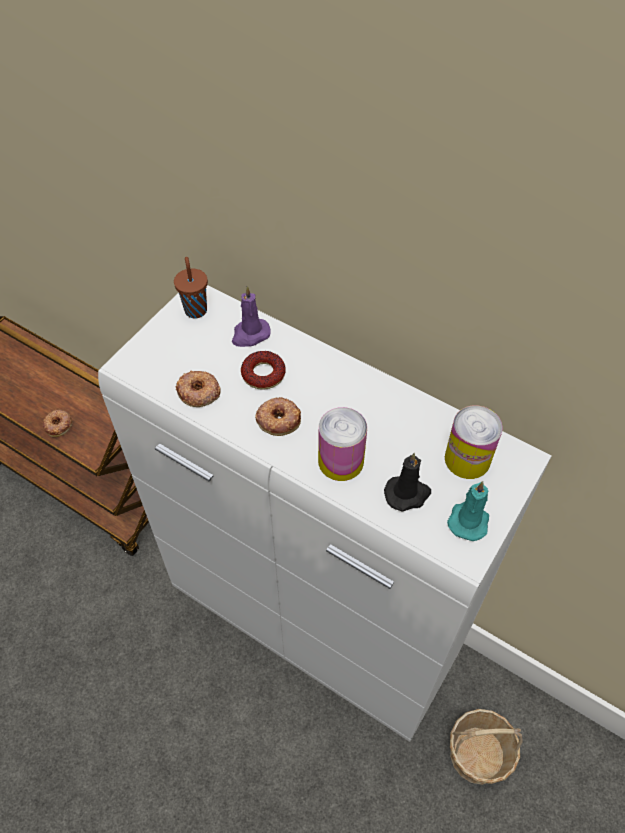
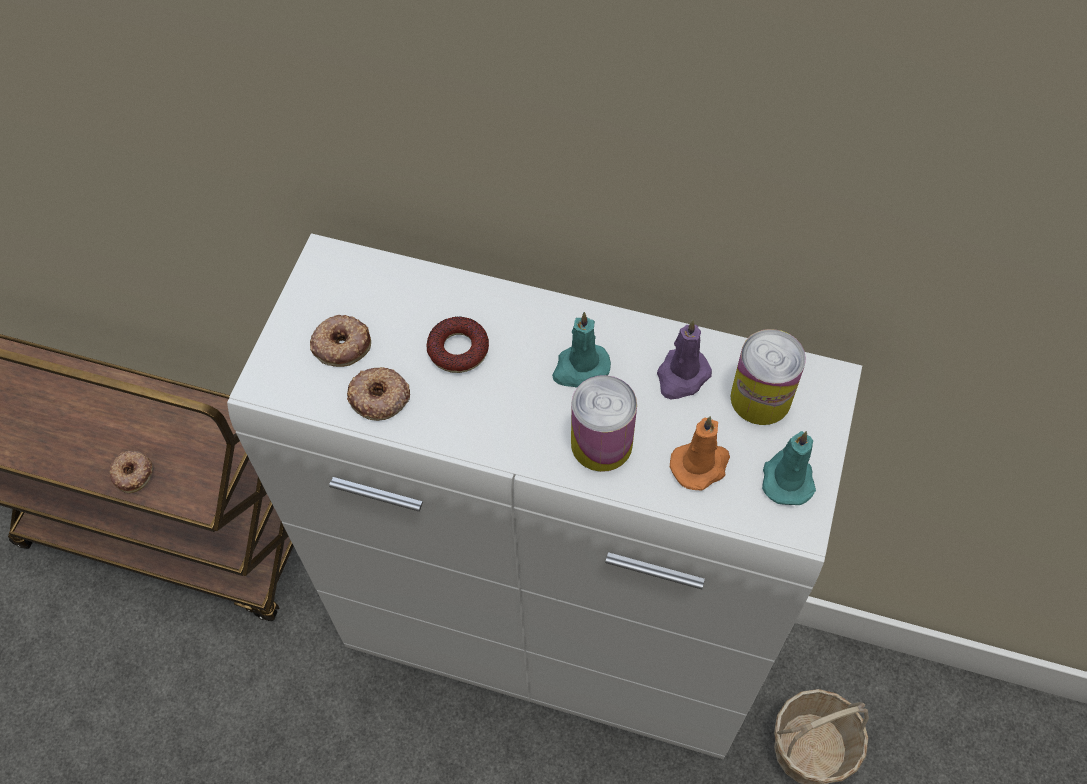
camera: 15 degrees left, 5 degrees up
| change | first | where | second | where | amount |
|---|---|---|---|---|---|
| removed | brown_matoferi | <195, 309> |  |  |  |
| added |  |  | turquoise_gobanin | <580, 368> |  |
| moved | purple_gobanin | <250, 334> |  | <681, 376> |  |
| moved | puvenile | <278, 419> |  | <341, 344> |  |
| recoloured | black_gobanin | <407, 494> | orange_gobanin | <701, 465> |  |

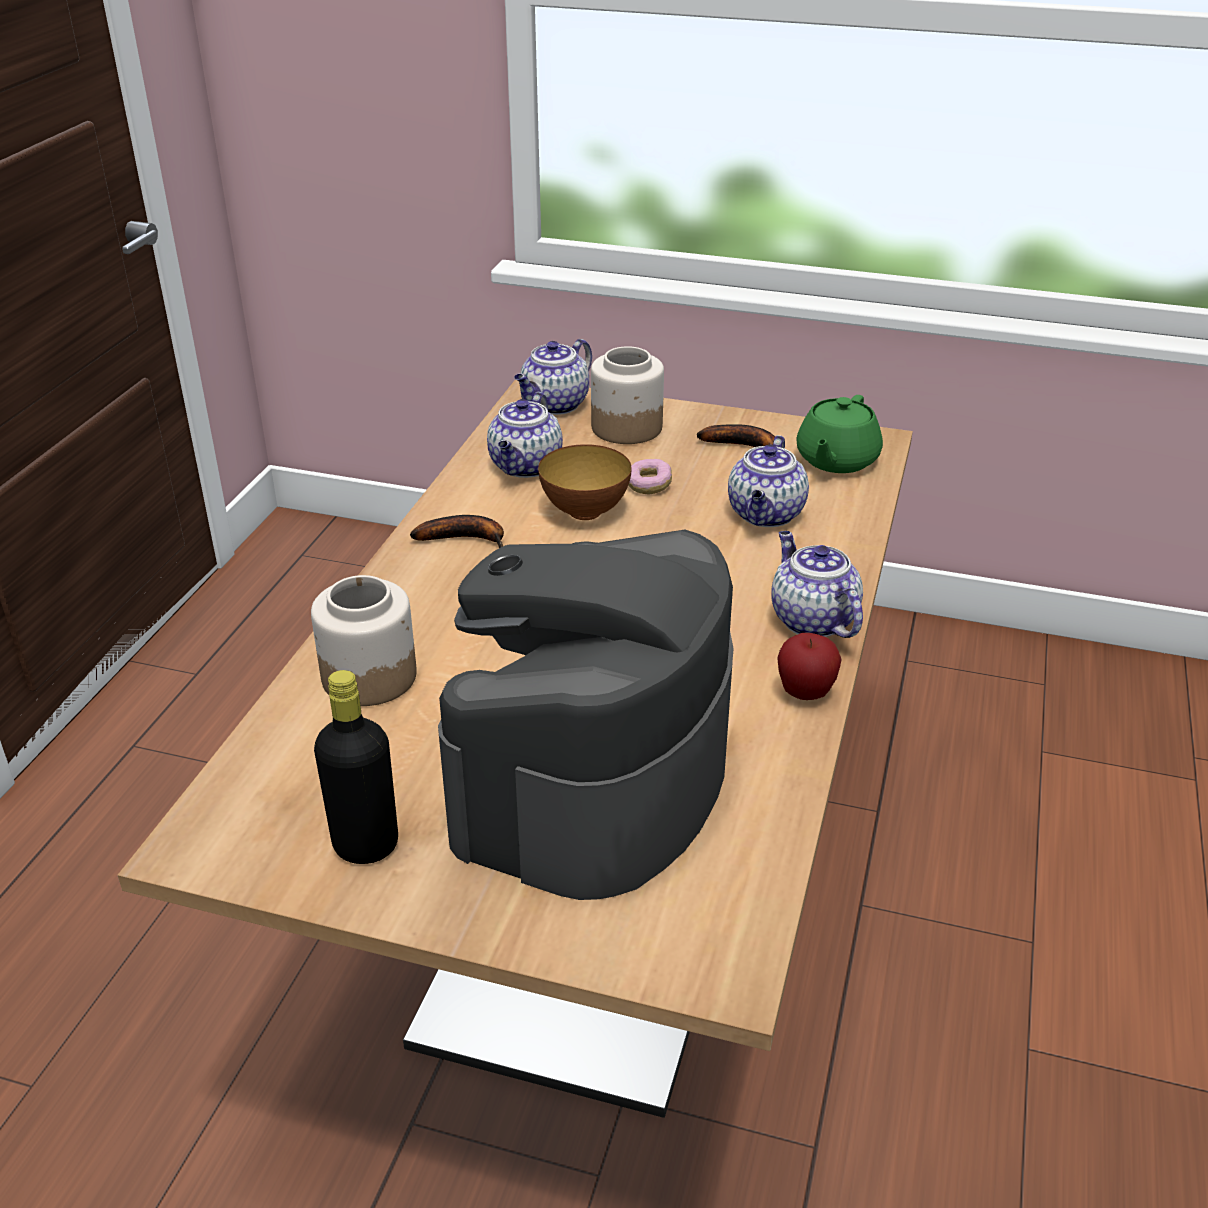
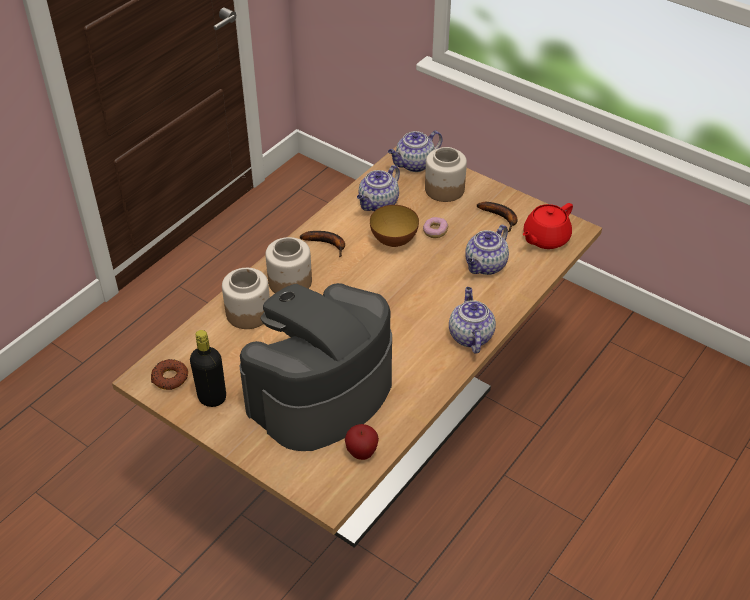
camera: 20 degrees right, 10 degrees up
| change | first | where | second | where | amount |
|---|---|---|---|---|---|
| added |  |  | puvenile | <170, 378> |  |
| added |  |  | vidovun | <289, 282> |  |
| moved | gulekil | <805, 694> |  | <361, 453> |  |
| recoloured | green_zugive | <836, 460> | red_zugive | <545, 238> |  |

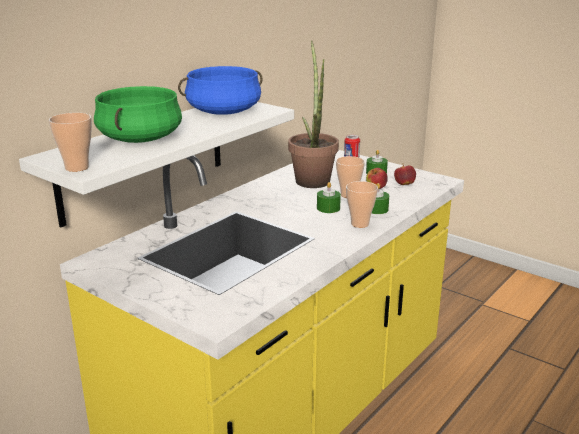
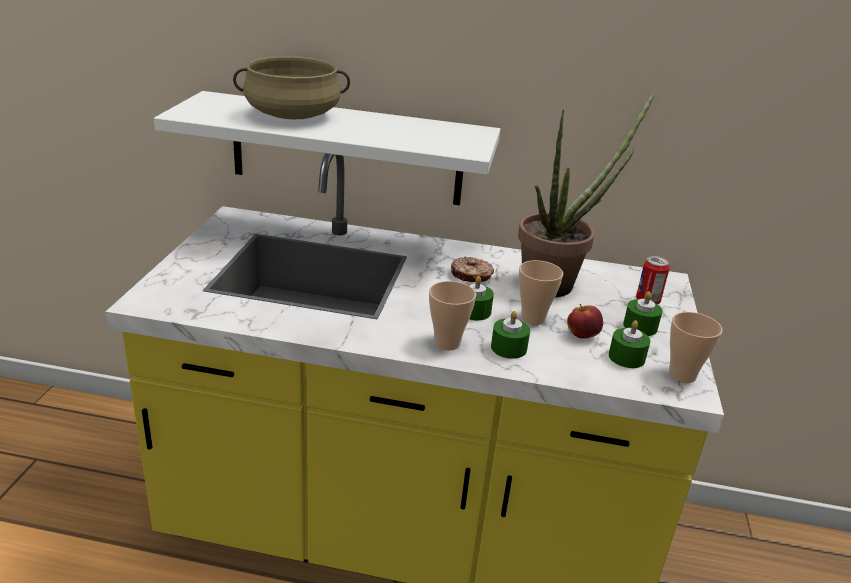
camera: 60 degrees right, 5 degrees up
| change | first | where | second | where | amount |
|---|---|---|---|---|---|
| removed | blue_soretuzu | <224, 112> |  |  |  |
| added |  |  | puvenile | <471, 276> |  |
| moved | matoferi | <77, 167> |  | <682, 375> |  |
| replaced | gulekil | <404, 184> | green_gobanin | <626, 357> |  |
| recoloured | green_soretuzu | <141, 139> | beige_soretuzu | <292, 116> |  |

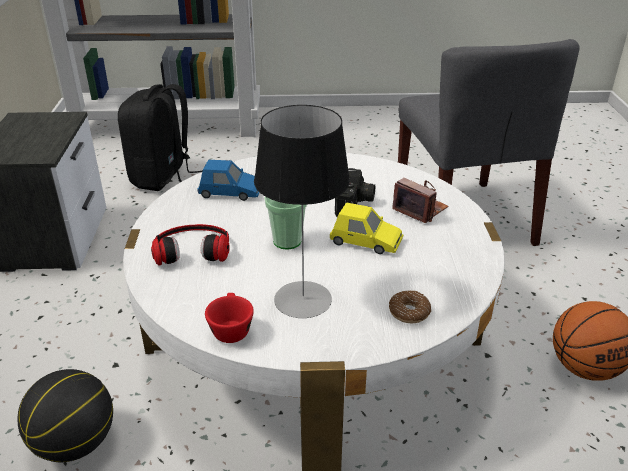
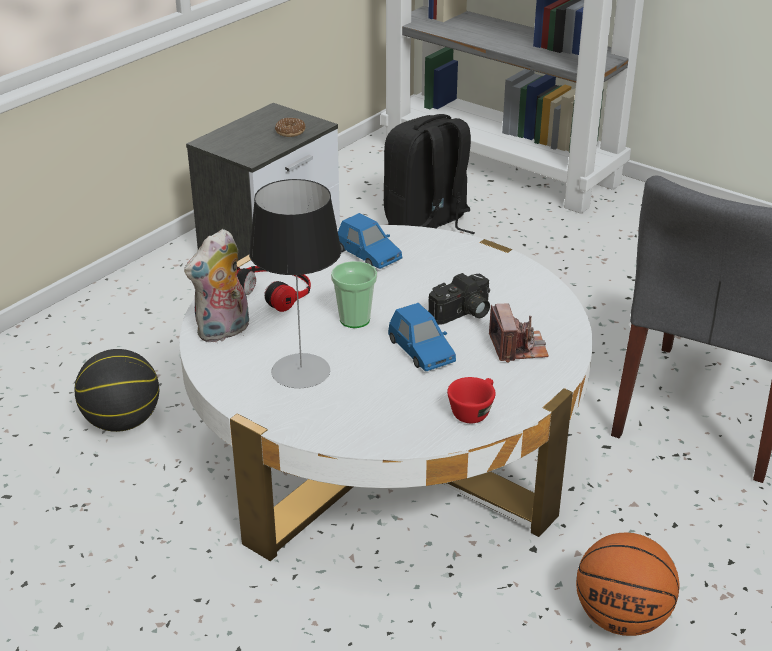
camera: 40 degrees right, 0 degrees up
| change | first | where | second | where | amount |
|---|---|---|---|---|---|
| added |  |  | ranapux | <224, 332> |  |
| moved | red_matoferi | <230, 328> |  | <473, 411> |  |
| moved | puvenile | <409, 312> |  | <290, 132> |  |
| recoloured | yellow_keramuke | <365, 241> | blue_keramuke | <421, 351> |  |

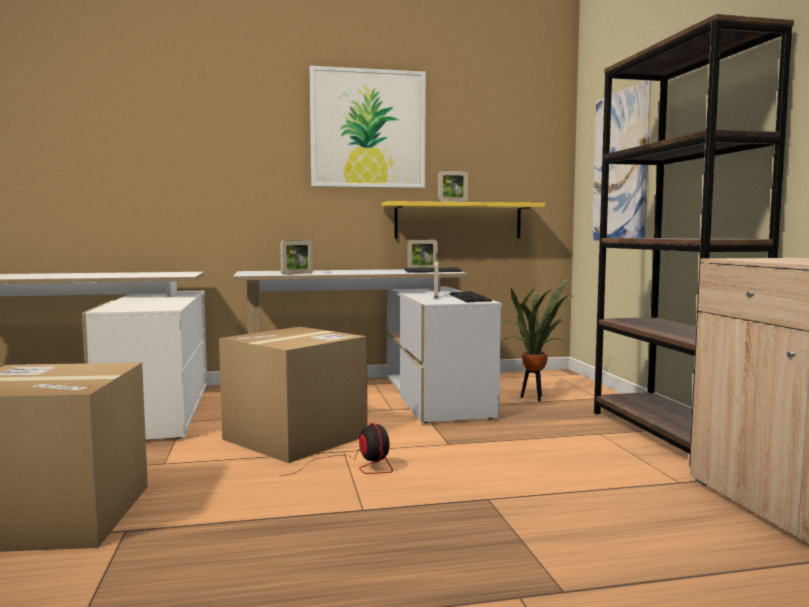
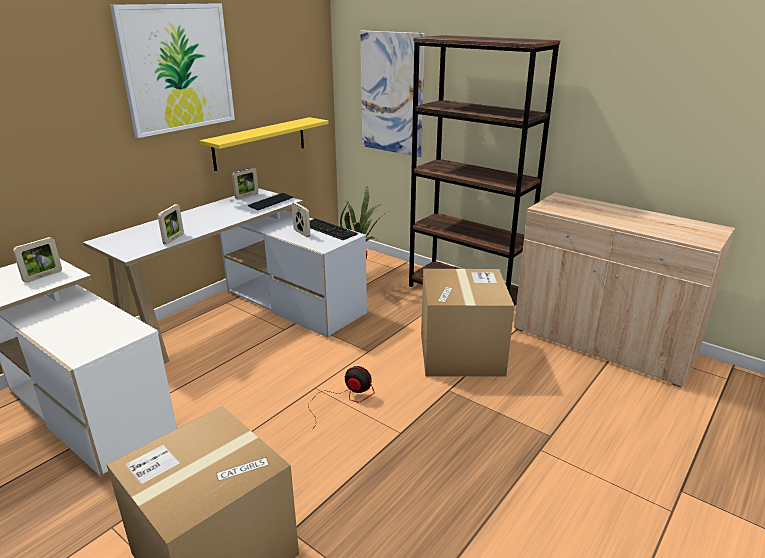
camera: 40 degrees left, 20 degrees up
| change | first | where | second | where | amount |
|---|---|---|---|---|---|
| moved | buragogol | <295, 437> |  | <461, 353> |  |
| moved | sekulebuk | <452, 201> |  | <43, 276> |  |

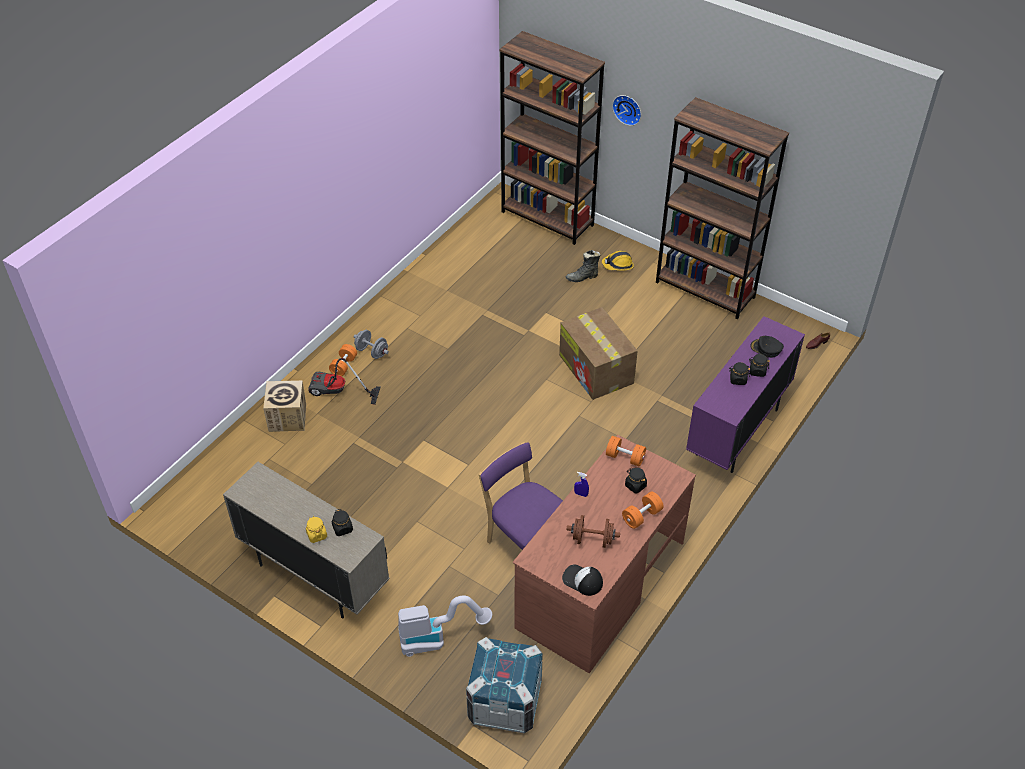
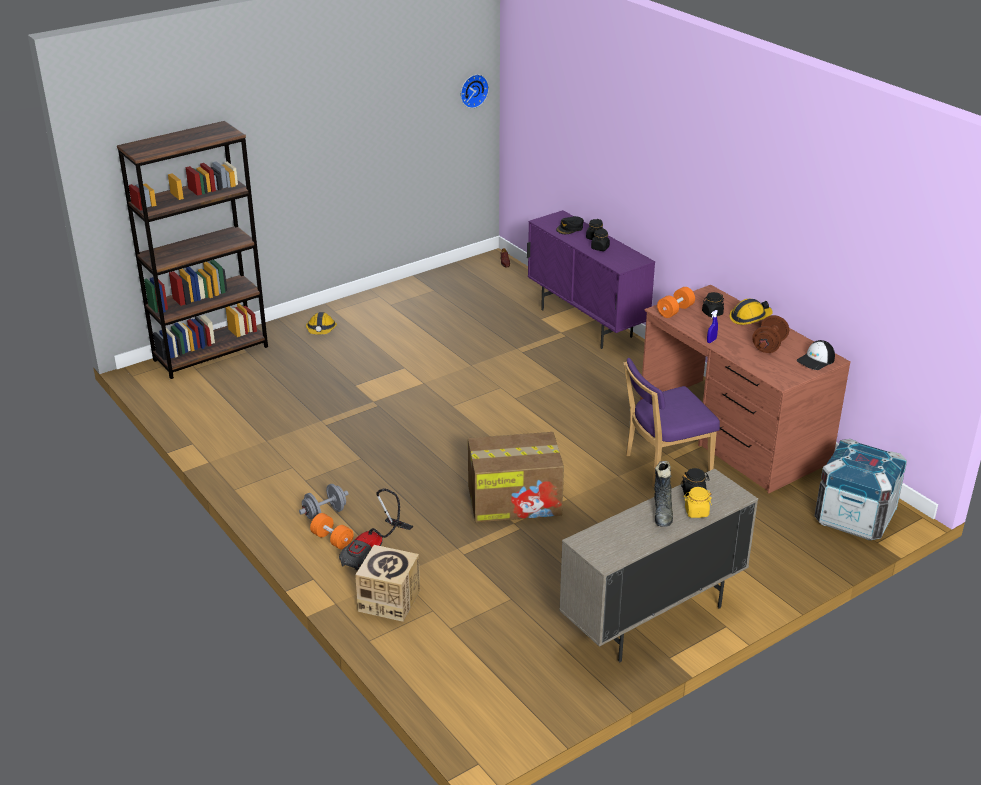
camera: 70 degrees left, 15 degrees down
| change | first | where | second | where | amount |
|---|---|---|---|---|---|
| removed | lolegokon | <437, 638> |  |  |  |
| removed | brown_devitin | <705, 290> |  |  |  |
| moved | buragogol | <596, 370> |  | <515, 500> |  |
| moved | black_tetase | <582, 277> |  | <662, 513> |  |
| moved | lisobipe | <628, 109> |  | <473, 90> |  |
| replaced | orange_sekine | <642, 516> | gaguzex | <749, 317> |  |

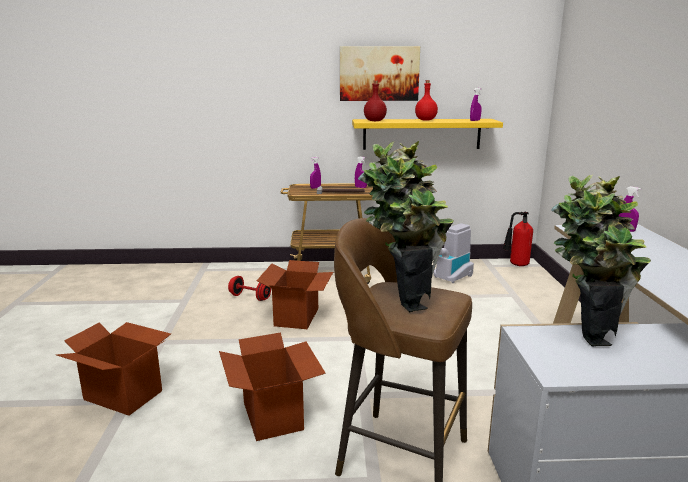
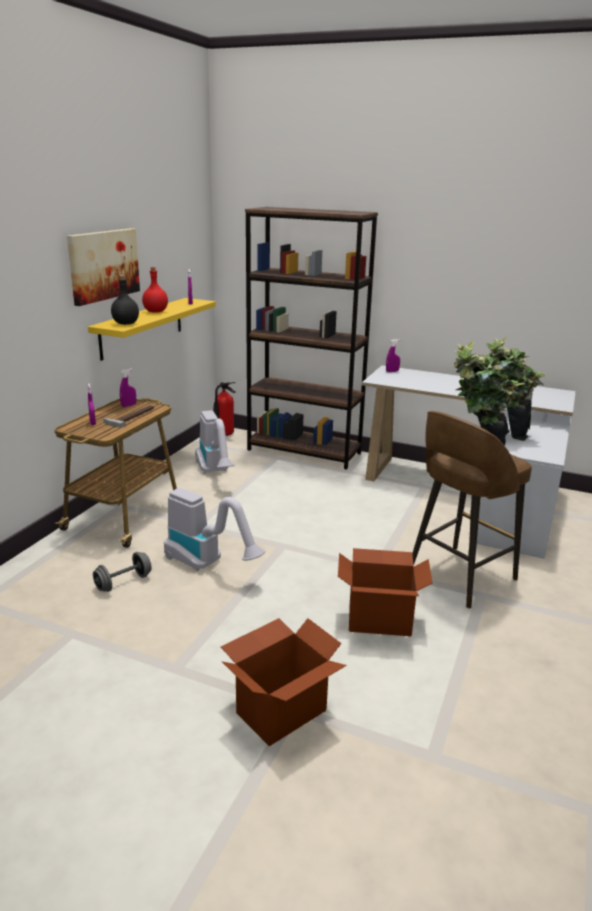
camera: 65 degrees left, 5 degrees up
| change | first | where | second | where | amount |
|---|---|---|---|---|---|
| added |  |  | brown_devitin | <304, 451> |  |
| replaced | buragogol | <297, 317> | lolegokon | <208, 564> |  |
| recoloured | red_sekine | <250, 297> | grey_sekine | <123, 582> |  |
| recoloured | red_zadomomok | <374, 121> | black_zadomomok | <125, 323> |  |

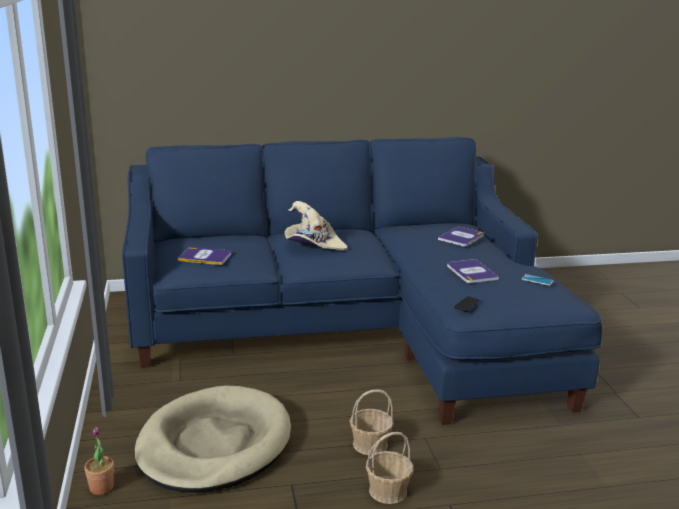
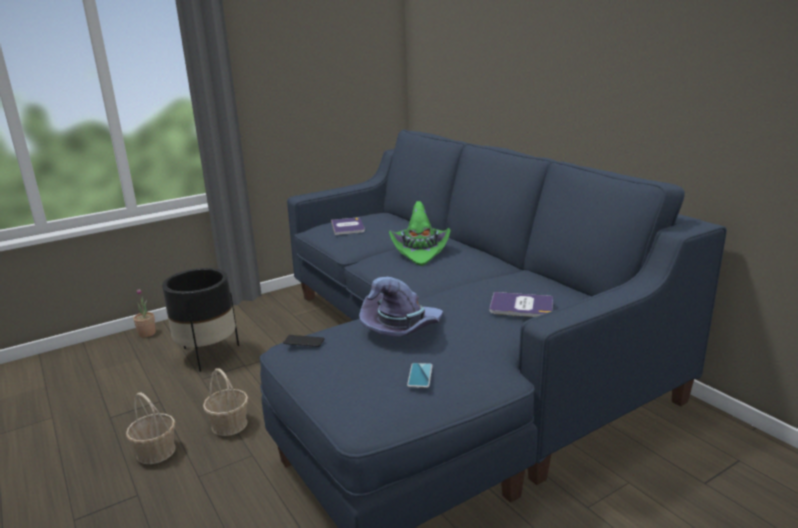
camera: 70 degrees right, 0 degrees up
| change | first | where | second | where | amount |
|---|---|---|---|---|---|
| replaced | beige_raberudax | <214, 444> | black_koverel | <208, 354> |  |
| replaced | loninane | <471, 272> | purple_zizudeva | <402, 329> |  |
| recoloured | beige_zizudeva | <313, 244> | green_zizudeva | <420, 251> |  |

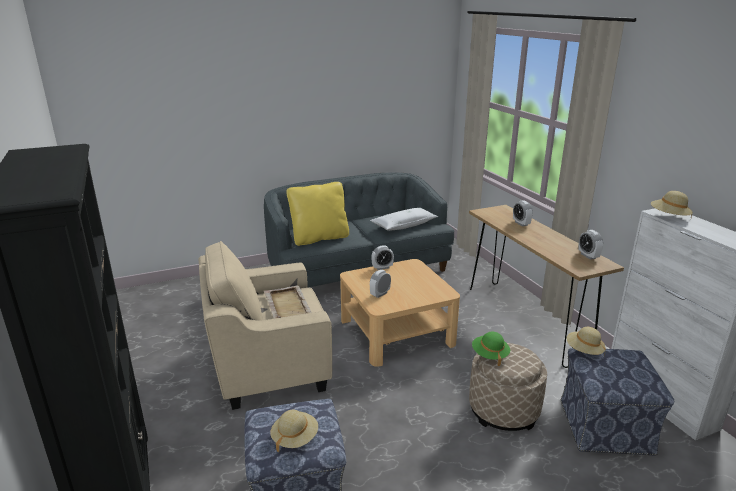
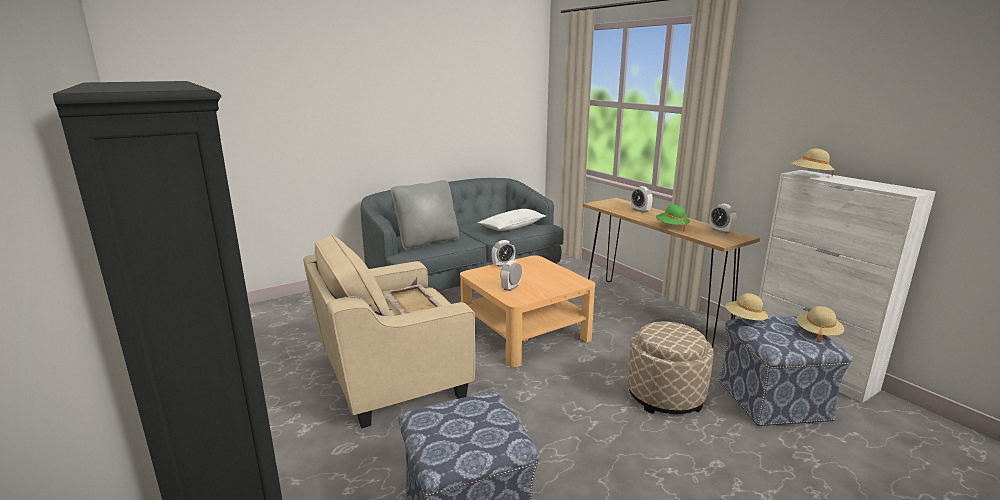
camera: 10 degrees left, 5 degrees down
| change | first | where | second | where | amount |
|---|---|---|---|---|---|
| moved | beige_zizudeva | <295, 438> |  | <817, 333> |  |
| moved | green_zizudeva | <490, 355> |  | <671, 227> |  |
| recoloured | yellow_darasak | <319, 238> | grey_darasak | <427, 242> |  |

